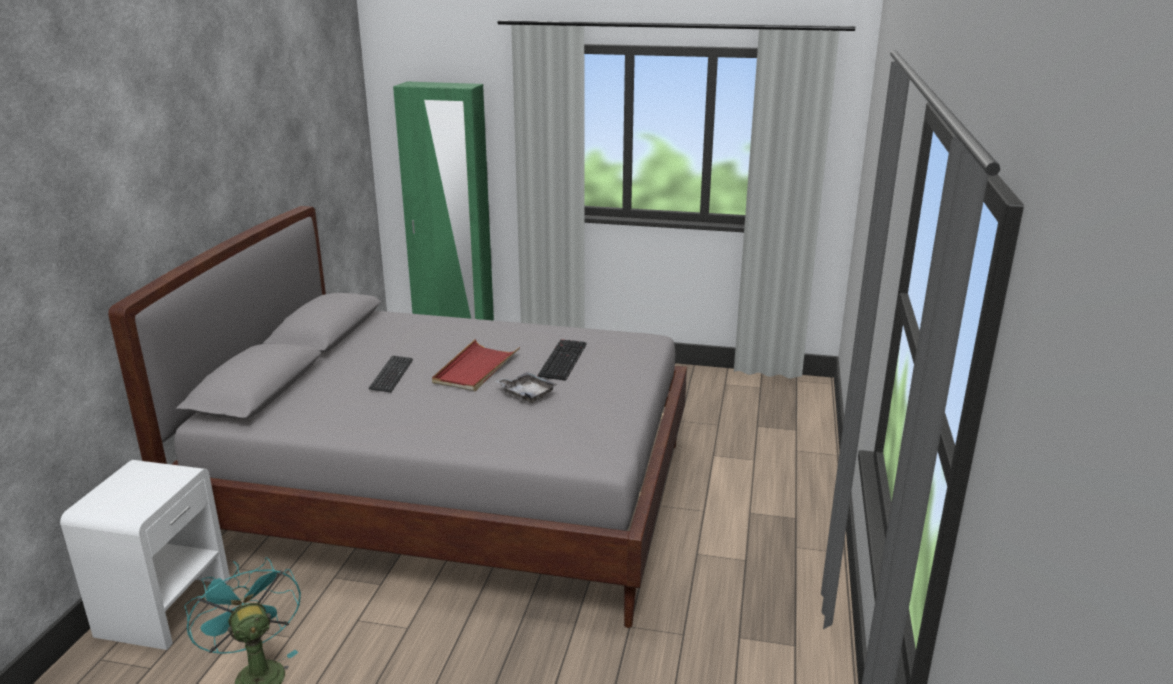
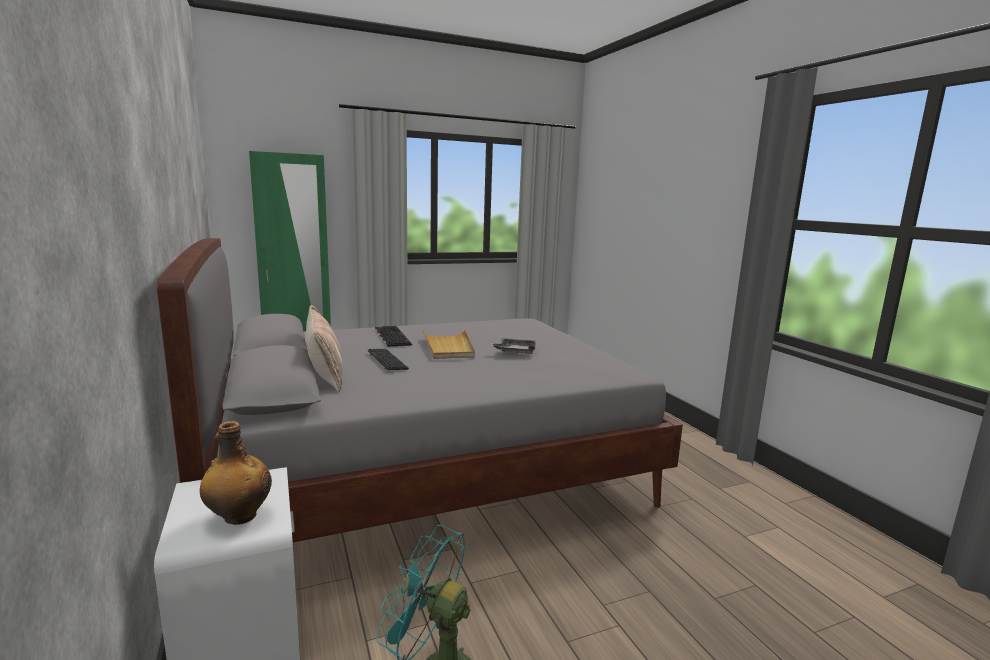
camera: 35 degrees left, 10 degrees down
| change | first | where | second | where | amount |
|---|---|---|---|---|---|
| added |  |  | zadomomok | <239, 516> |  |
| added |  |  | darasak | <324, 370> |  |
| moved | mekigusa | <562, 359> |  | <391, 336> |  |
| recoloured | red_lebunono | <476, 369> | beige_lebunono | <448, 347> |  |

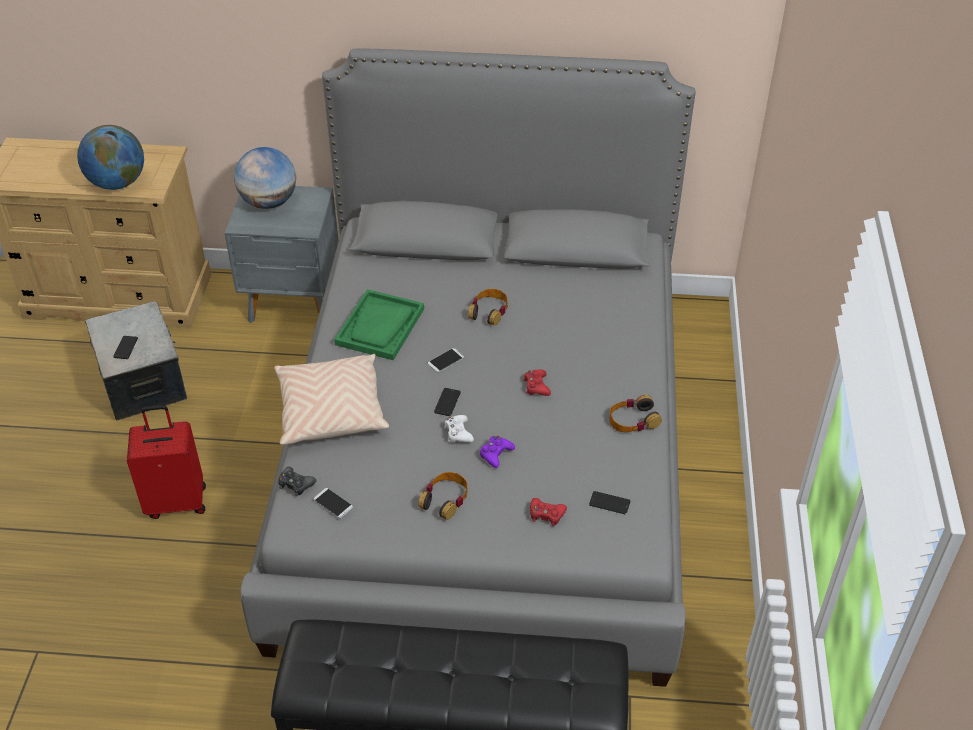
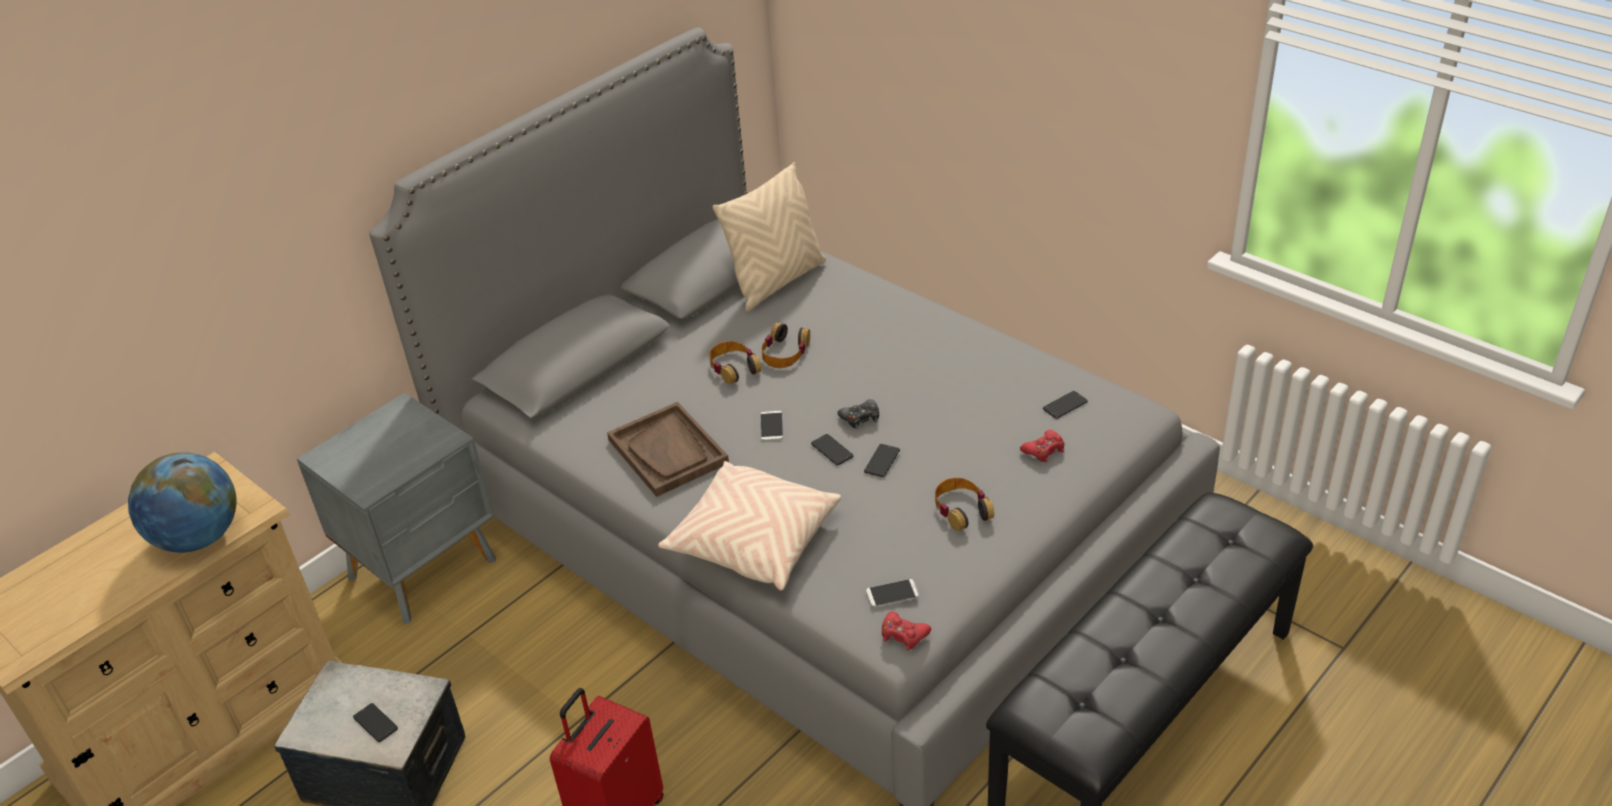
camera: 50 degrees left, 5 degrees down
| change | first | where | second | where | amount |
|---|---|---|---|---|---|
| removed | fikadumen | <269, 202> |  |  |  |
| removed | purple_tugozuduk | <495, 454> |  |  |  |
| added |  |  | beige_darasak | <777, 281> |  |
| moved | black_tugozuduk | <296, 484> |  | <860, 418> |  |
| moved | red_tugozuduk | <536, 386> |  | <903, 635> |  |
| moved | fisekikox | <633, 420> |  | <785, 352> |  |
| replaced | white_tugozuduk | <458, 433> | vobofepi | <882, 461> |  |
| recoloured | green_lebunono | <380, 327> | brown_lebunono | <668, 451> |  |

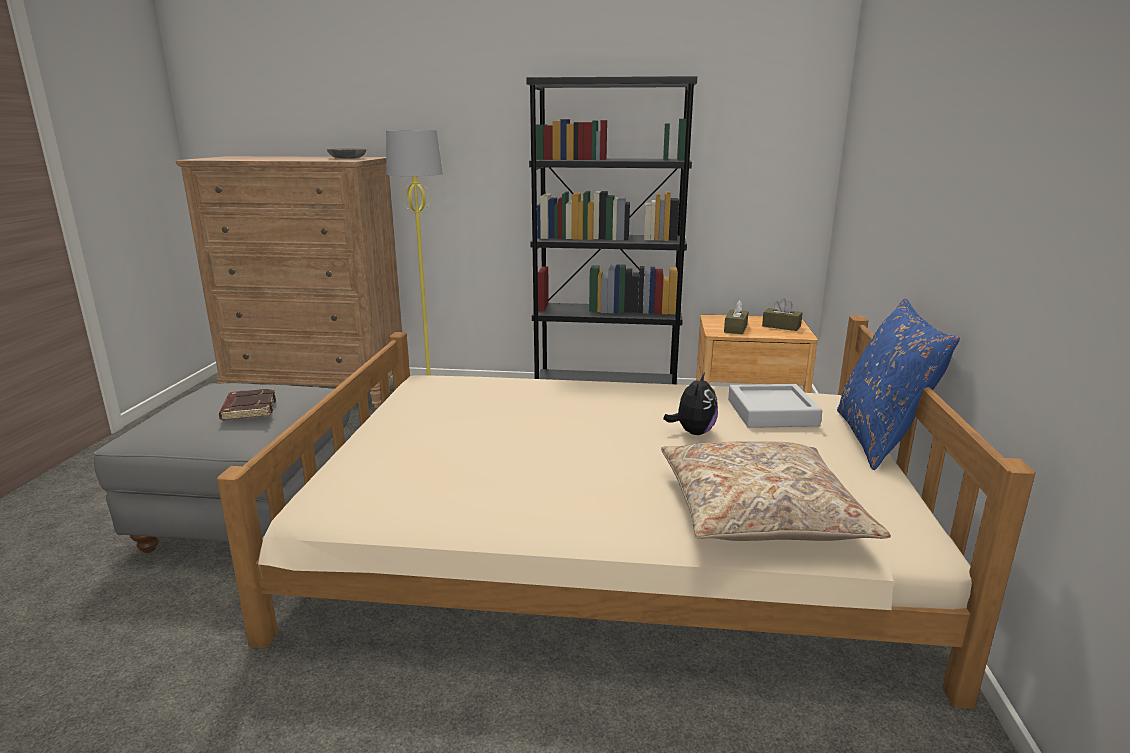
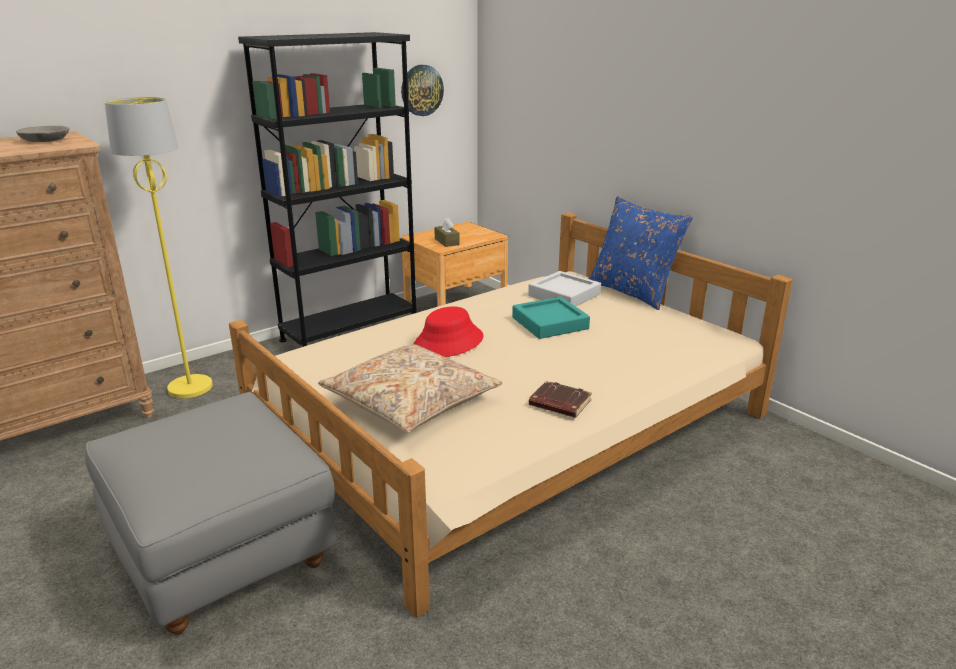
camera: 45 degrees left, 5 degrees up
| change | first | where | second | where | amount |
|---|---|---|---|---|---|
| removed | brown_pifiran | <781, 326> |  |  |  |
| added |  |  | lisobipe | <421, 90> |  |
| added |  |  | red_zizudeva | <448, 342> |  |
| moved | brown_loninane | <248, 409> |  | <559, 404> |  |
| moved | beige_darasak | <760, 512> |  | <411, 401> |  |
| replaced | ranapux | <693, 432> | turquoise_lebunono | <550, 323> |  |

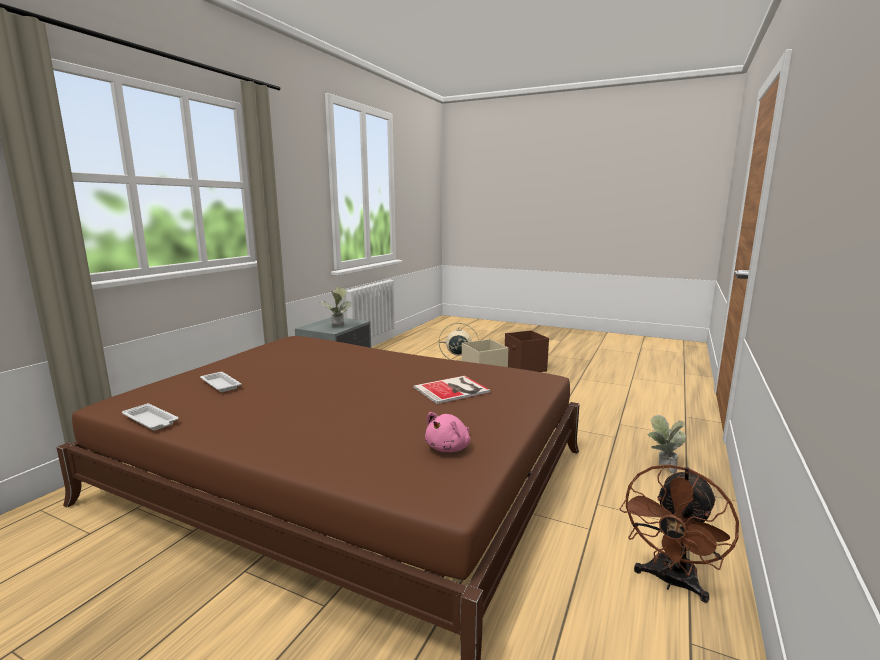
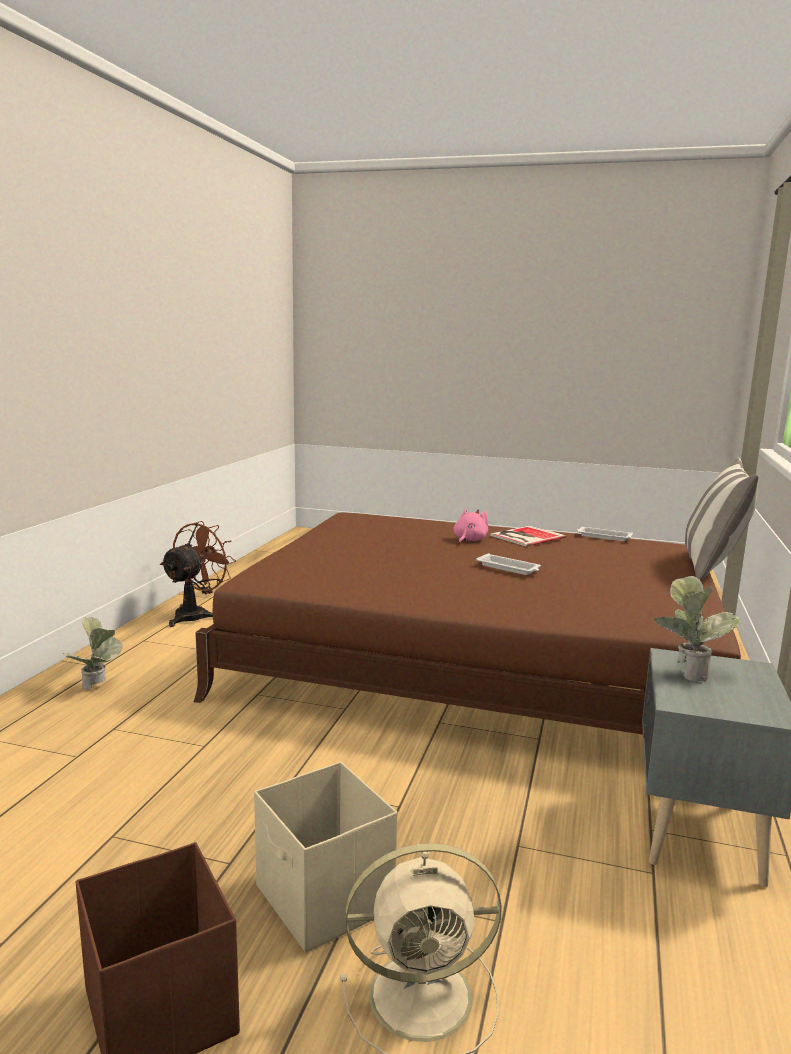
camera: 170 degrees right, 0 degrees up
| change | first | where | second | where | amount |
|---|---|---|---|---|---|
| added |  |  | darasak | <712, 567> |  |
| moved | white_lebunono | <220, 384> |  | <509, 568> |  |
| moved | loninane | <453, 390> |  | <525, 536> |  |
| moved | pink_ranapux | <449, 448> |  | <469, 540> |  |

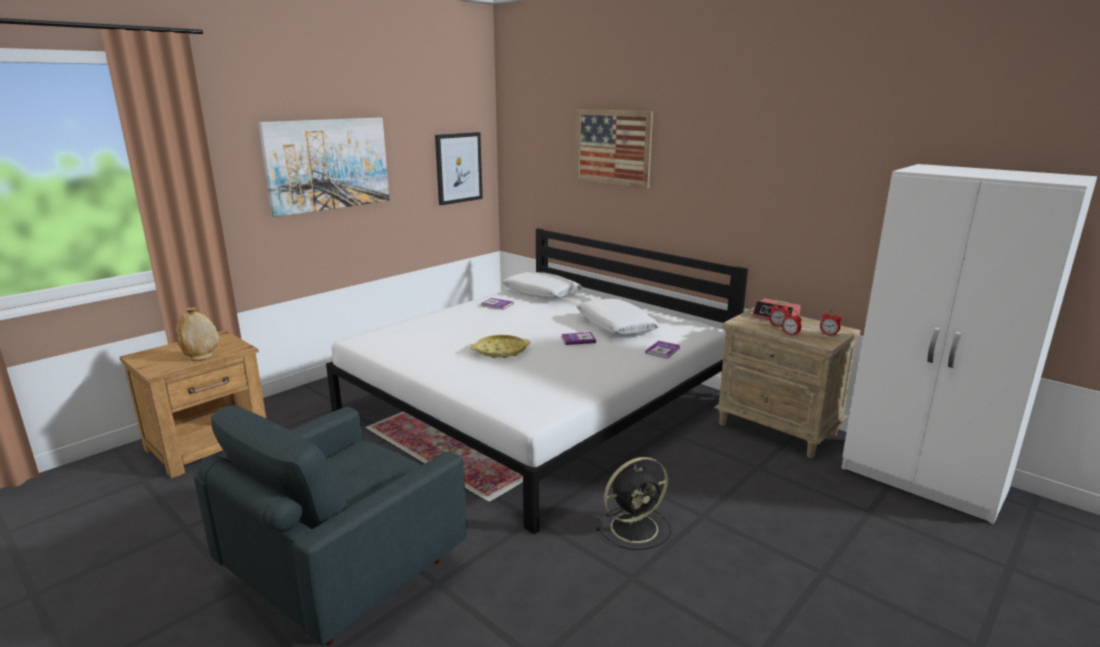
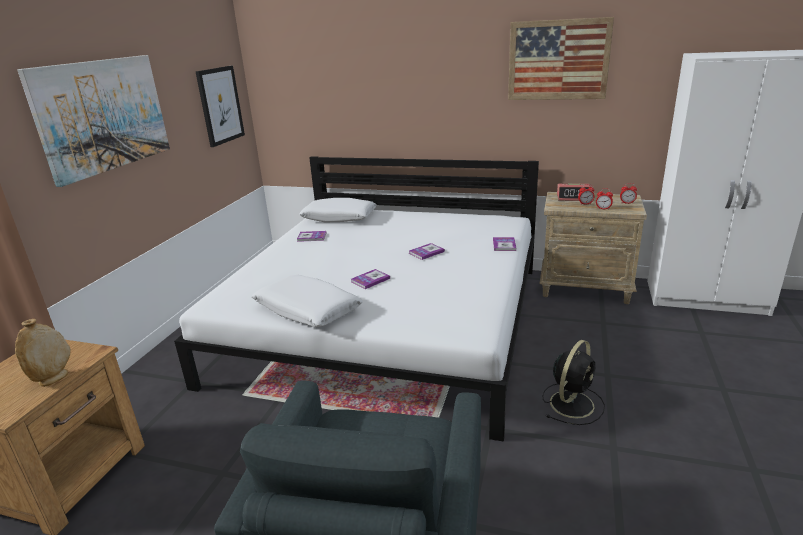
camera: 25 degrees left, 5 degrees up
| change | first | where | second | where | amount |
|---|---|---|---|---|---|
| moved | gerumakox | <612, 147> |  | <558, 60> |  |
| moved | white_darasak | <615, 326> |  | <307, 310> |  |
| replaced | yellow_lebunono | <500, 351> | loninane | <370, 280> |  |

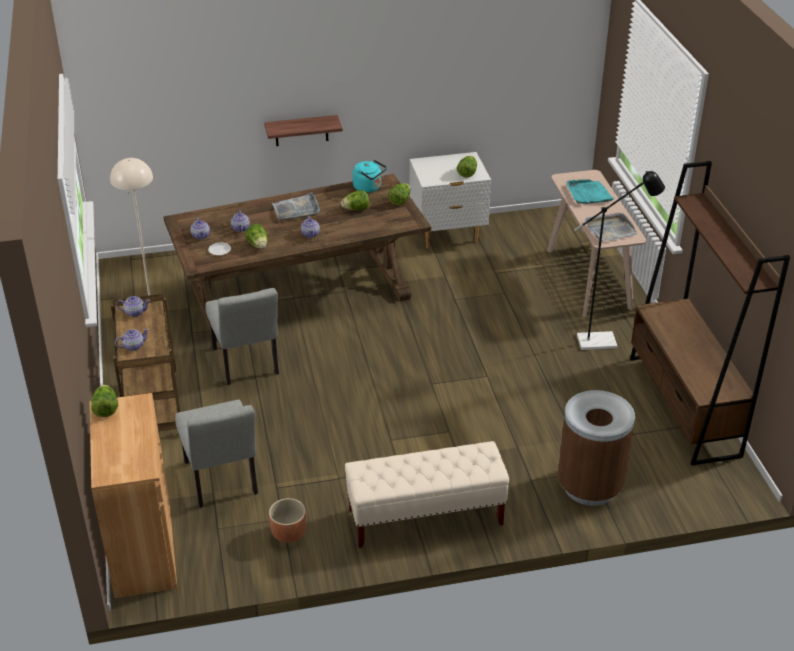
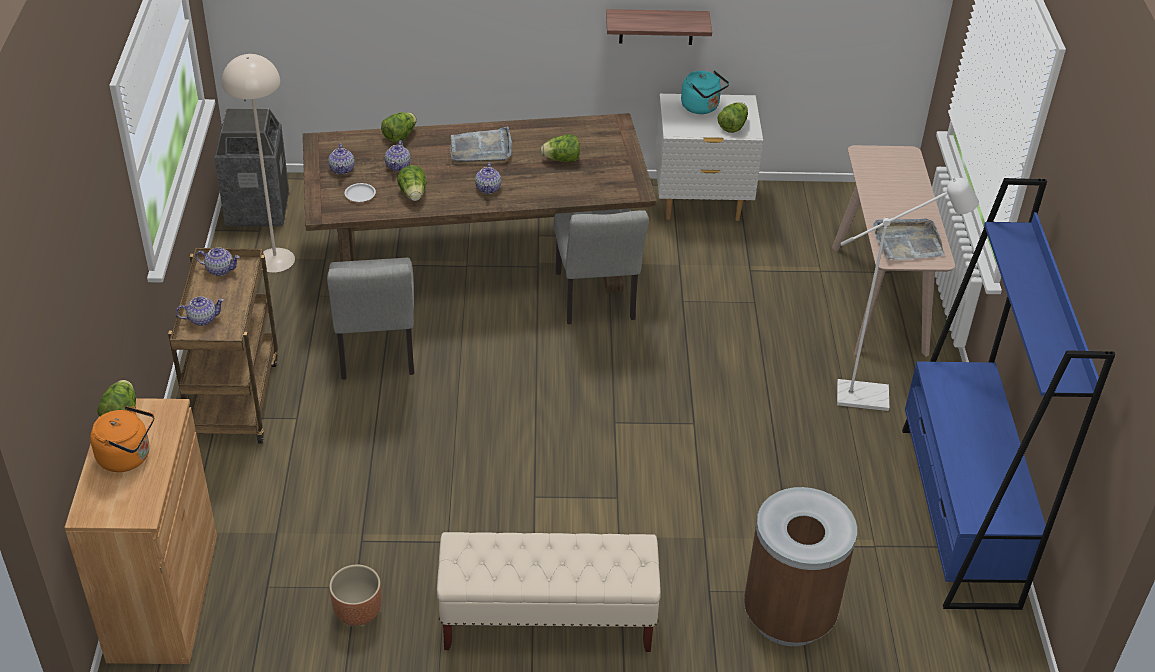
camera: 10 degrees right, 5 degrees up
| change | first | where | second | where | amount |
|---|---|---|---|---|---|
| removed | turquoise_lebunono | <588, 194> |  |  |  |
| added |  |  | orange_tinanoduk | <128, 457> |  |
| added |  |  | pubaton | <257, 209> |  |
| moved | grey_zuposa | <222, 482> |  | <596, 301> |  |
| moved | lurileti | <301, 130> |  | <656, 26> |  |
| moved | turquoise_tinanoduk | <369, 188> |  | <702, 107> |  |
| moved | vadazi | <400, 201> |  | <400, 136> |  |
| recoloured | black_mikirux | <604, 341> | white_mikirux | <873, 397> |  |
| recoloured | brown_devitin | <683, 406> | blue_devitin | <958, 515> |  |

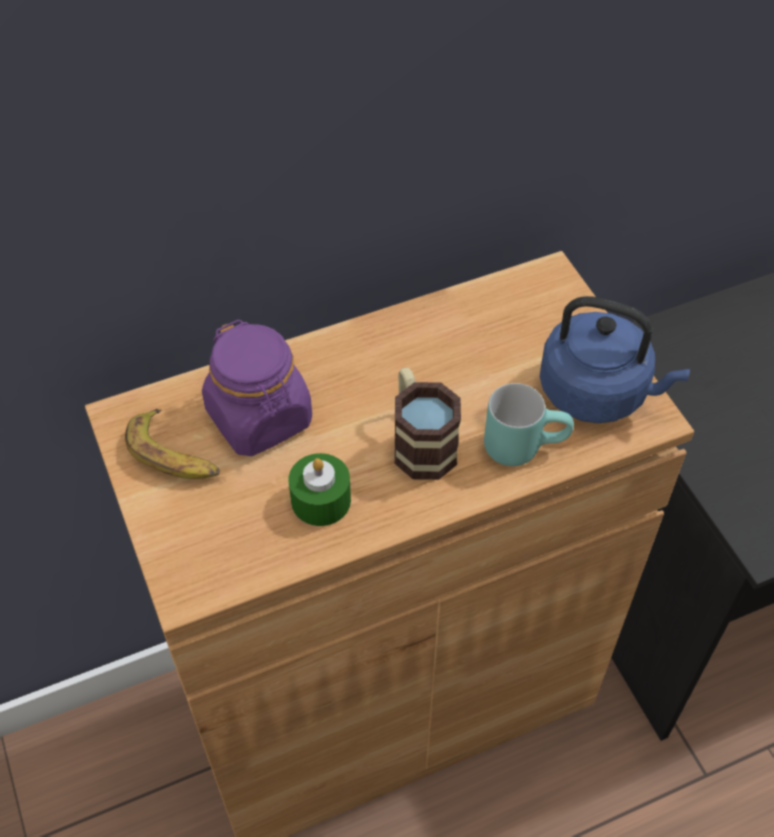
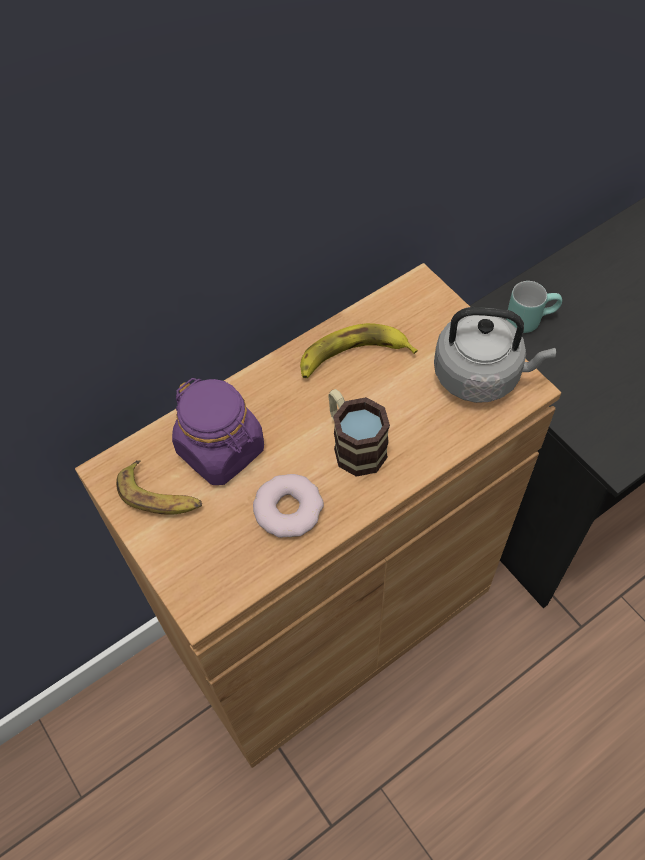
camera: 10 degrees left, 5 degrees up
| change | first | where | second | where | amount |
|---|---|---|---|---|---|
| added |  |  | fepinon | <353, 356> |  |
| moved | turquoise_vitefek | <524, 444> |  | <529, 318> |  |
| replaced | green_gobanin | <321, 500> | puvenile | <288, 509> |  |
| recoloured | blue_tinanoduk | <598, 392> | grey_tinanoduk | <481, 375> |  |

